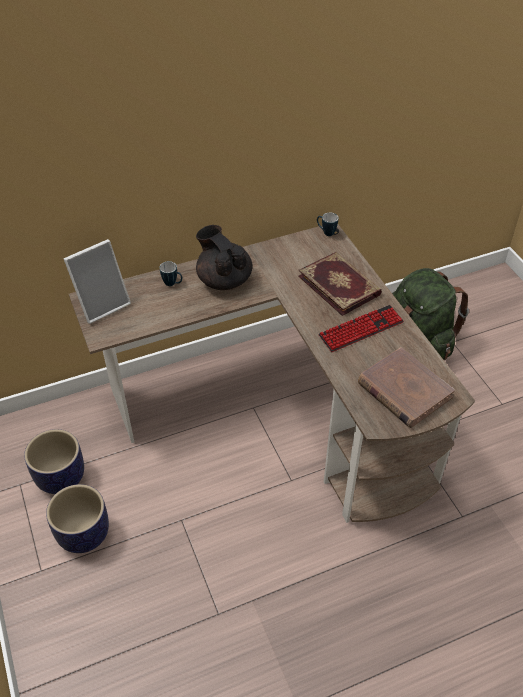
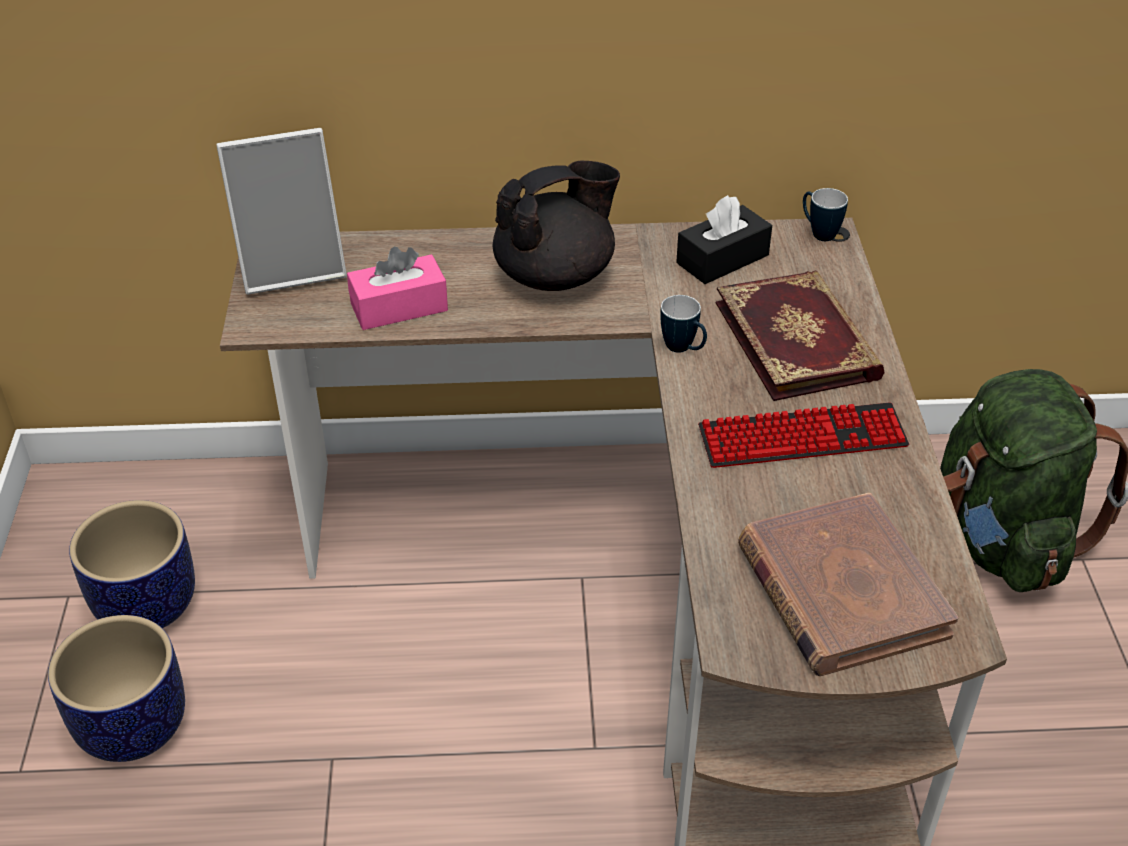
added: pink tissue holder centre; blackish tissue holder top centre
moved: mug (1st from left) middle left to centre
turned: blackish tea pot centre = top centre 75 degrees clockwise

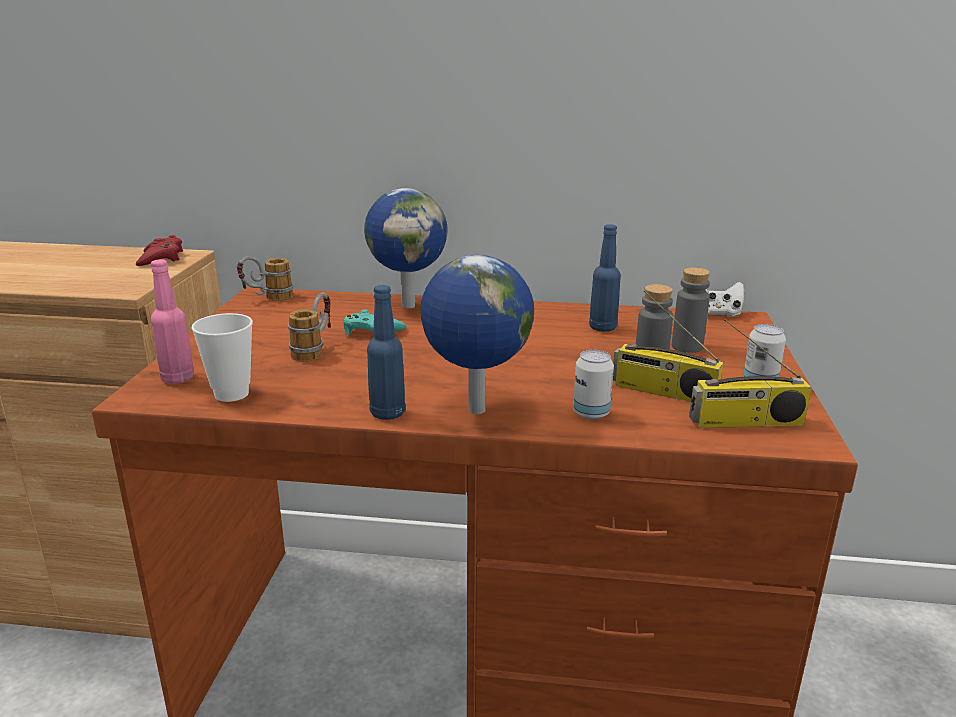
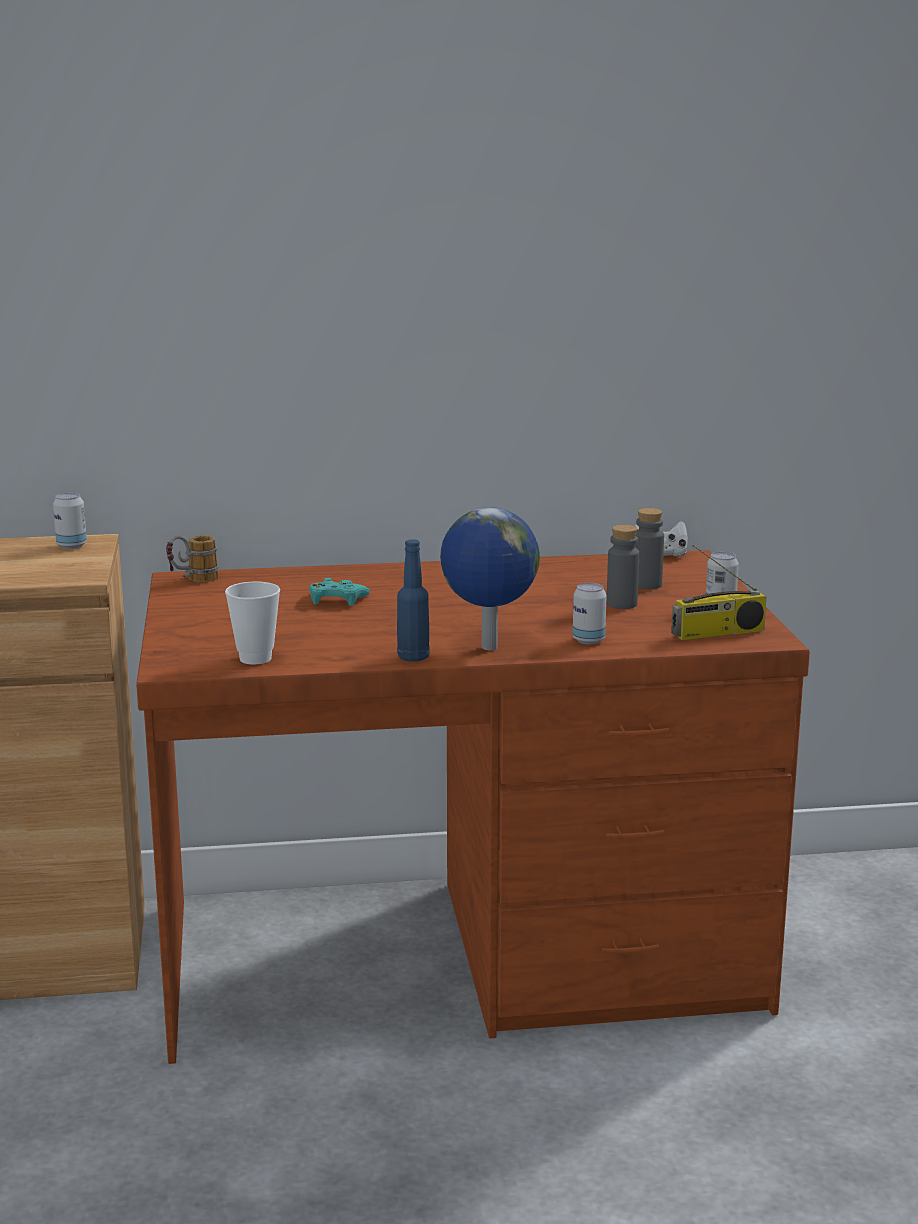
removed: pink drink bottle middle left; mug (2nd from left) middle left; desk globe (1st from left) centre; blue drink bottle (2nd from left) centre; radio (1st from left) middle right
replaced: red-coloured game controller middle left to metal can (1st from left) middle left

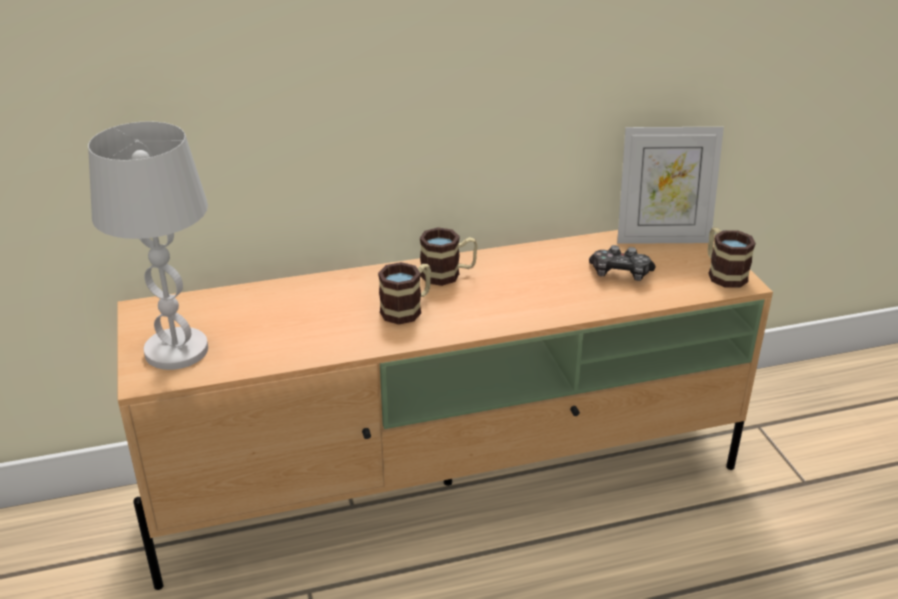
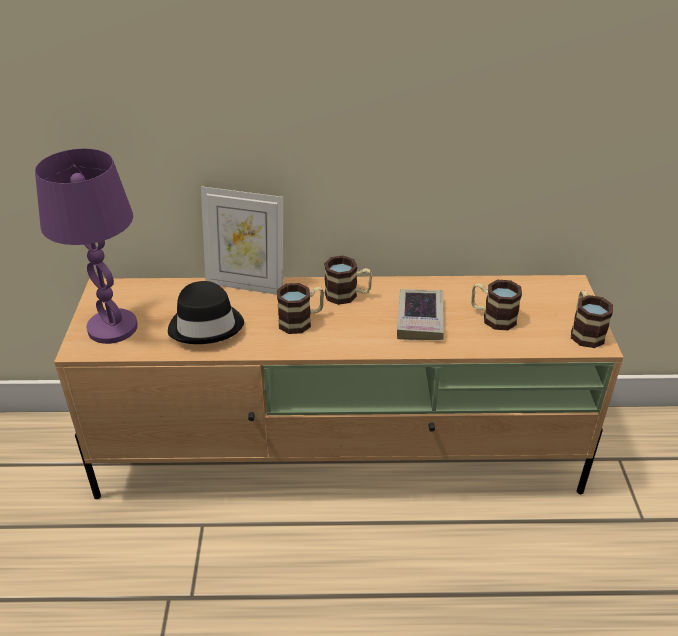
added: blackish wearable hat middle left; book centre
moved: photo frame top right to centre
replaced: game controller middle right to mug (3rd from left) middle right
recoloured: whitish table lamp middle left to purple table lamp middle left

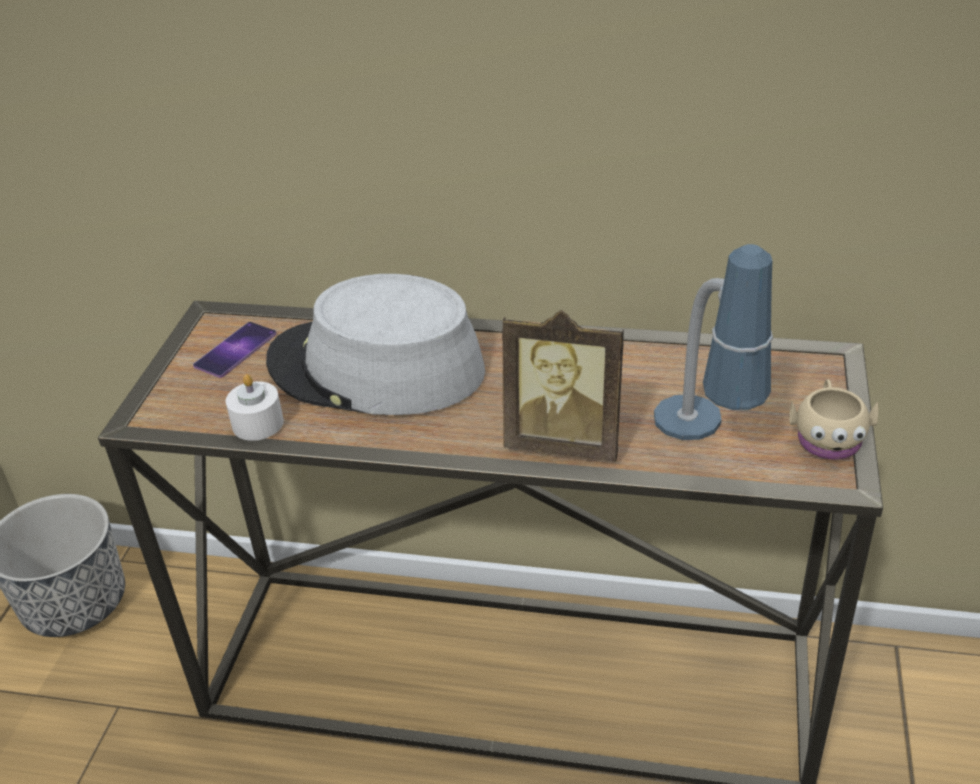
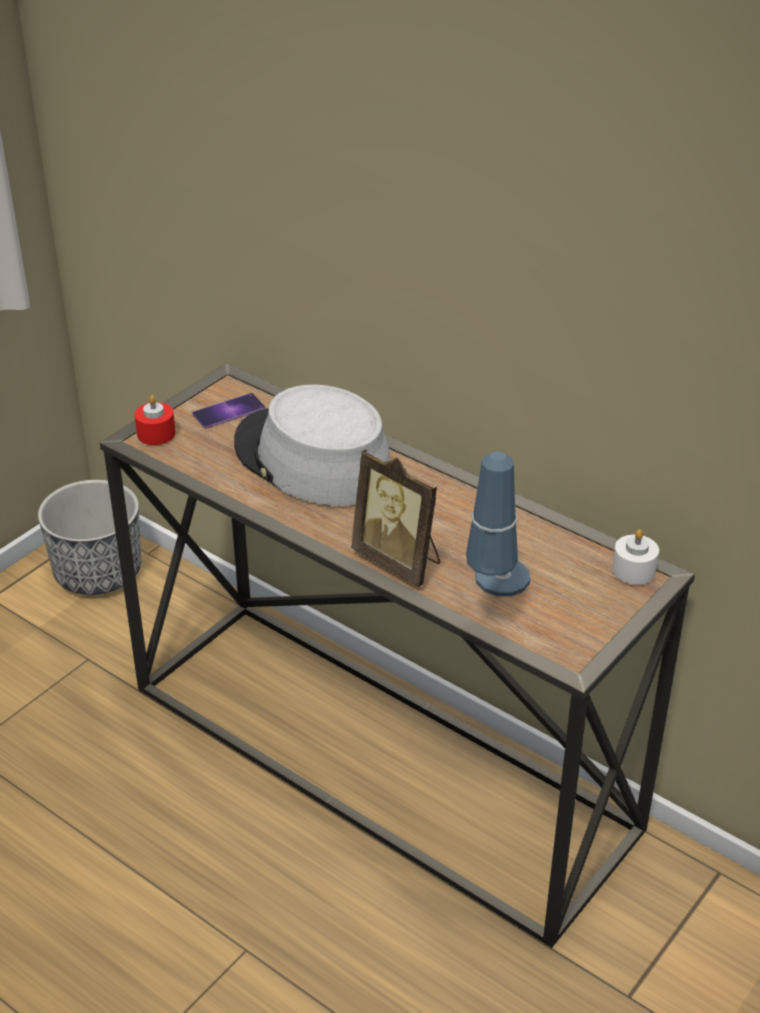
removed: beige-coloured mug middle right
added: red-coloured candle middle left
moved: whitish candle middle left to middle right

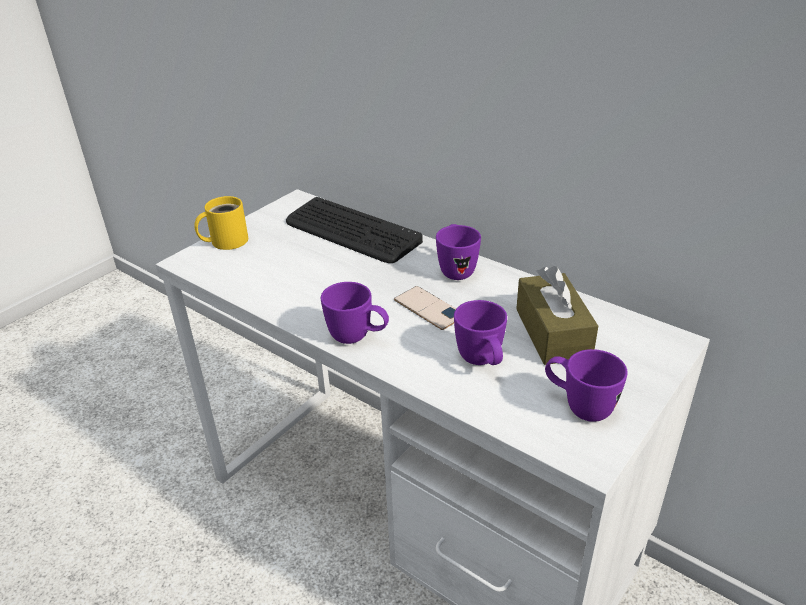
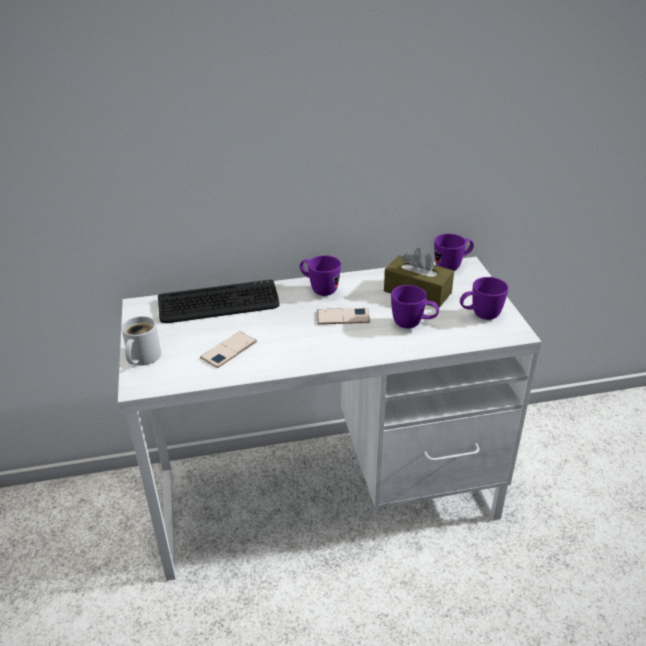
added: phone (1st from left) centre
moved: purple mug (1st from left in the first image) centre to purple mug (3rd from left) middle right
recoloured: yellowish mug middle left to whitish mug middle left

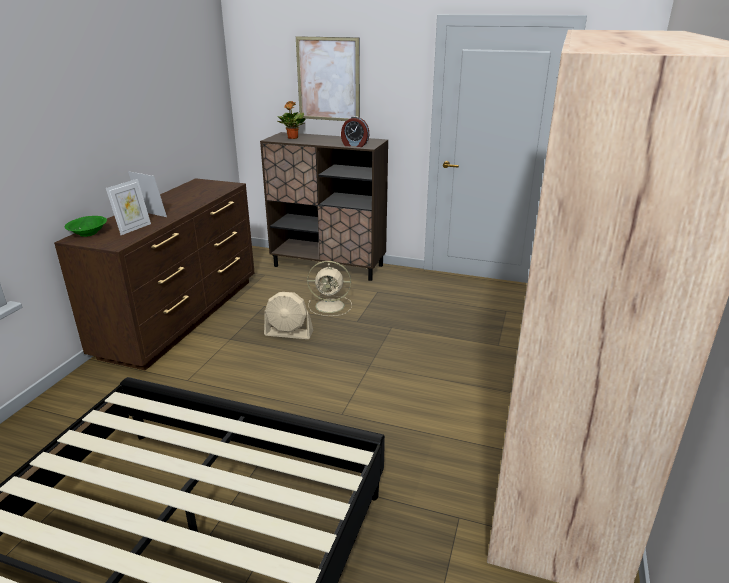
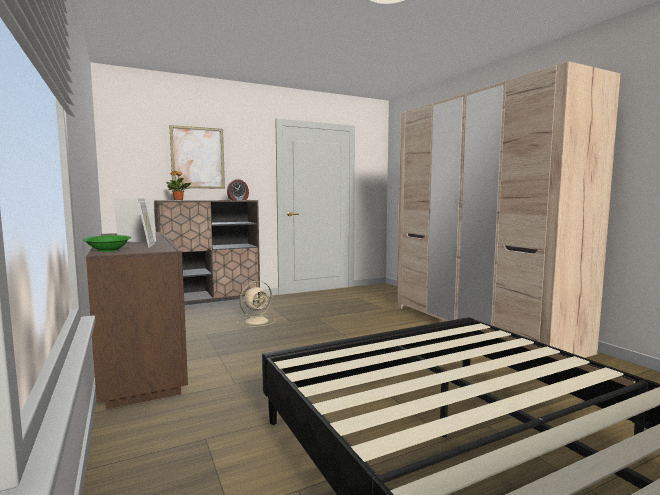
removed: beige-coloured fan (1st from left) centre

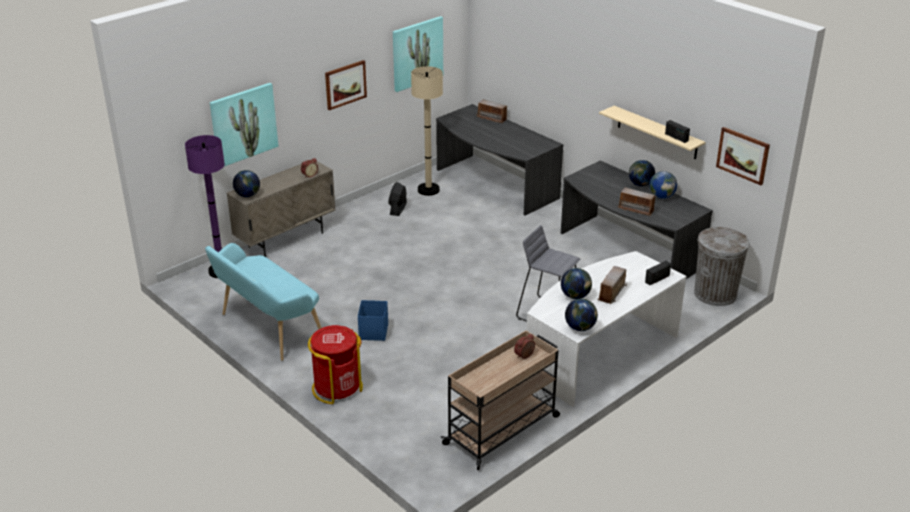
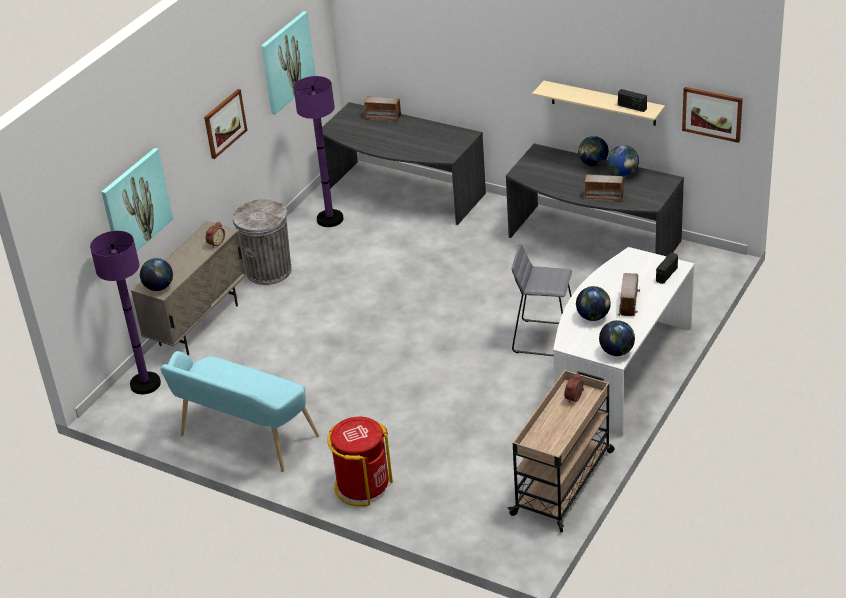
removed: blue storage container centre; blackish fan centre
moved: grey rubbish bin middle right to middle left
recoloured: beige-coloured standing lamp top centre to purple standing lamp (2nd from left) top centre

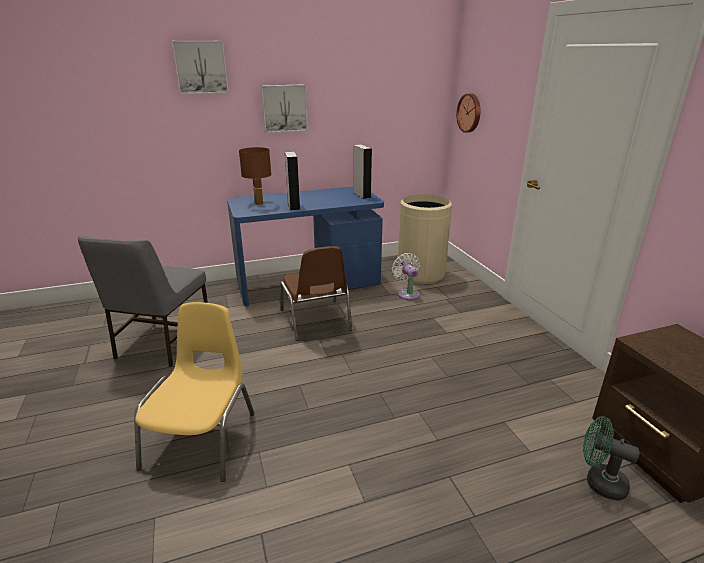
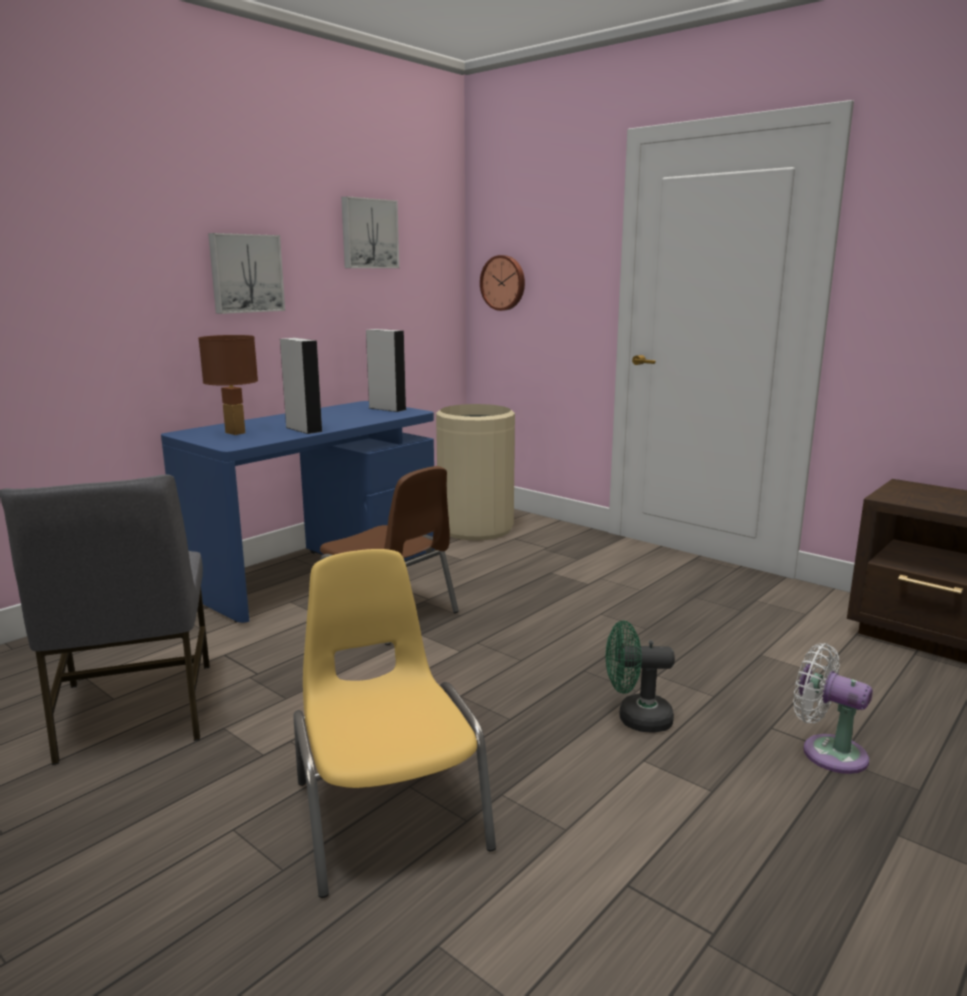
moved: wall art (1st from left in the first image) top left to wall art (2nd from left) top centre; whitish fan centre to bottom right; green-coloured fan bottom right to bottom centre

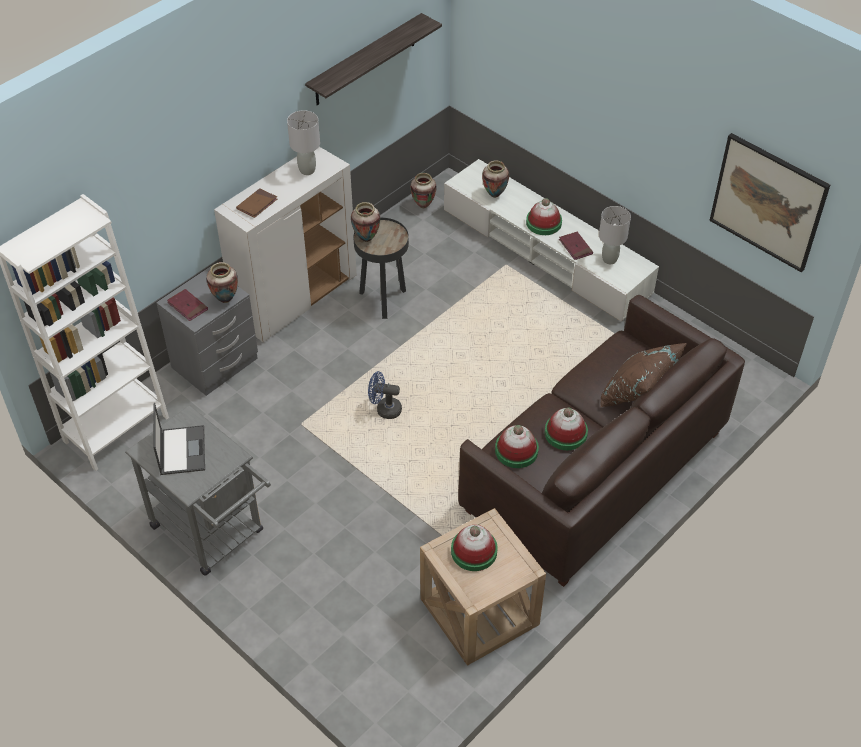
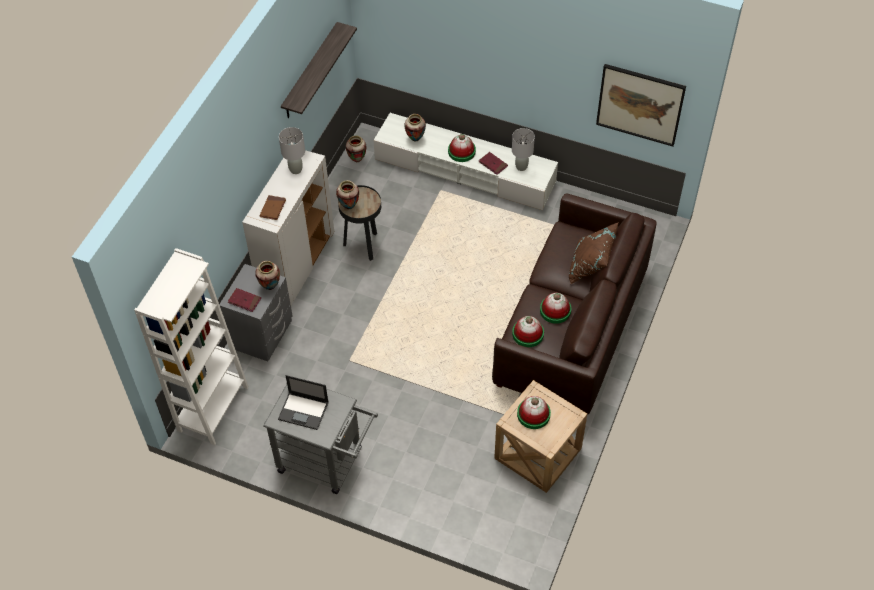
removed: blue fan centre
turned: portable computer middle left = bottom centre 135 degrees clockwise

